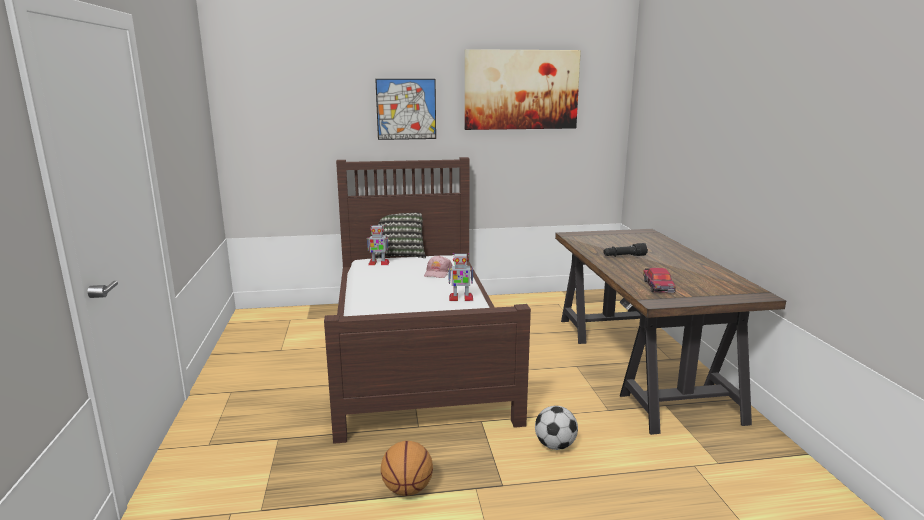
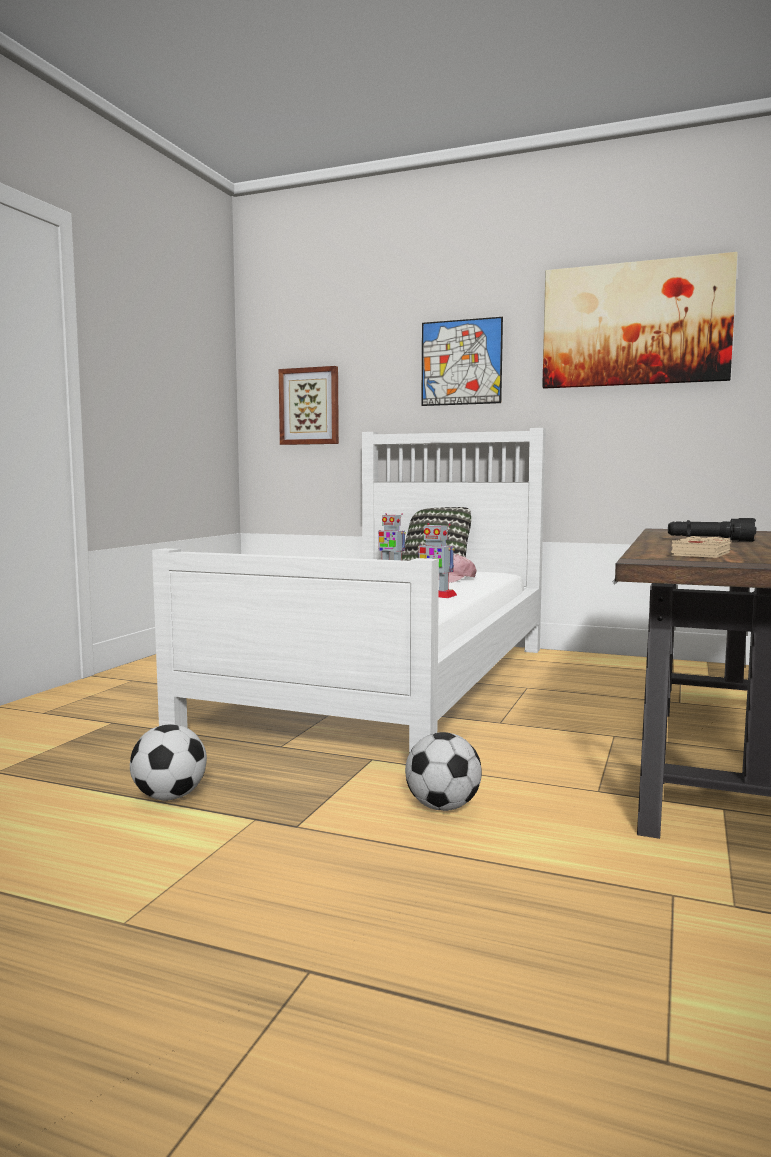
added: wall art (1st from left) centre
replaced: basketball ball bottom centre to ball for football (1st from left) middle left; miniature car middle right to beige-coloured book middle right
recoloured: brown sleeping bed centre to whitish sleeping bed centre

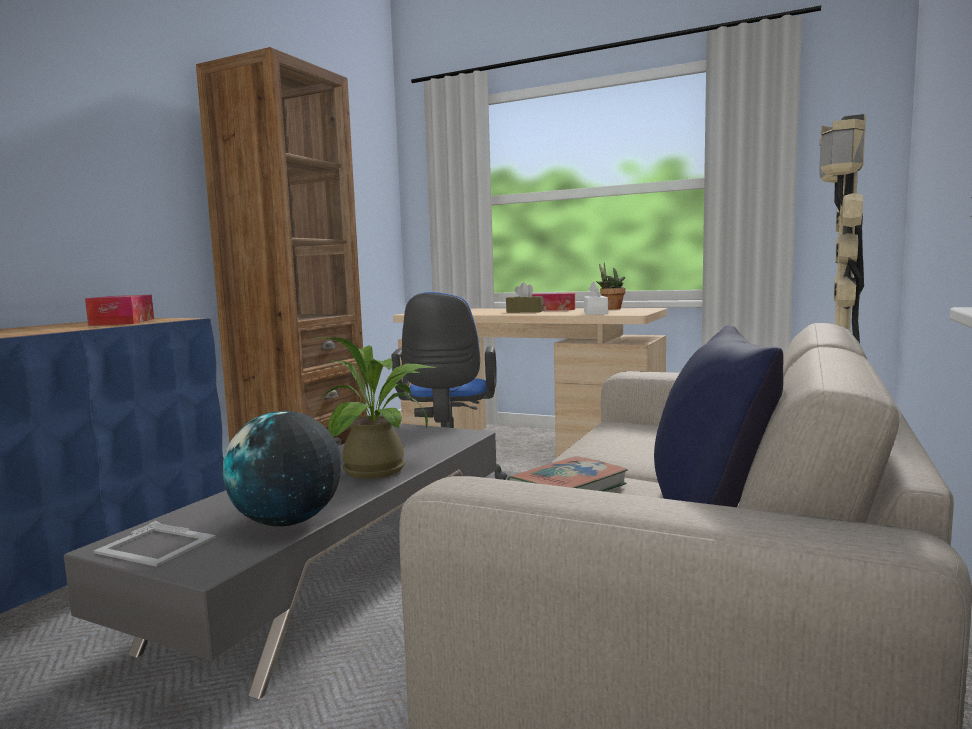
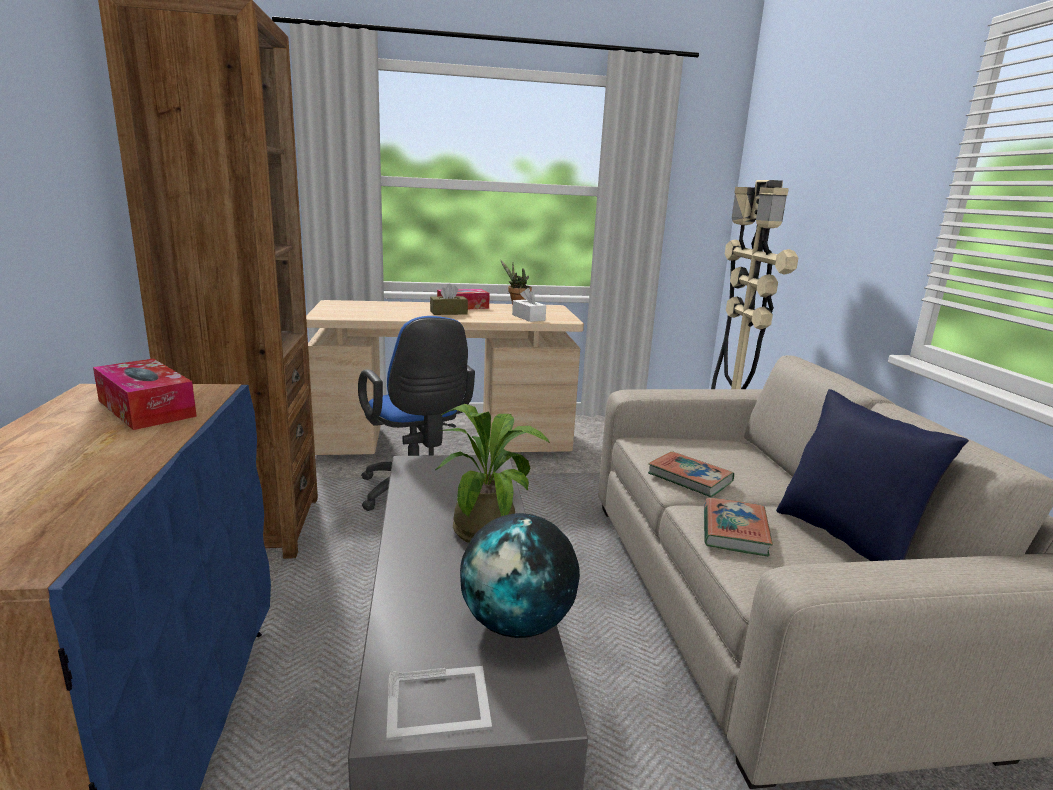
added: book (1st from left) centre

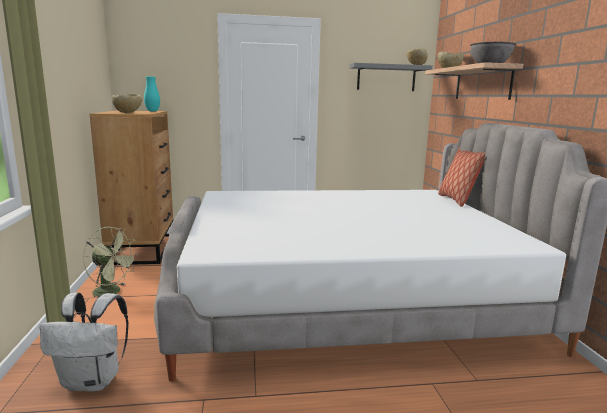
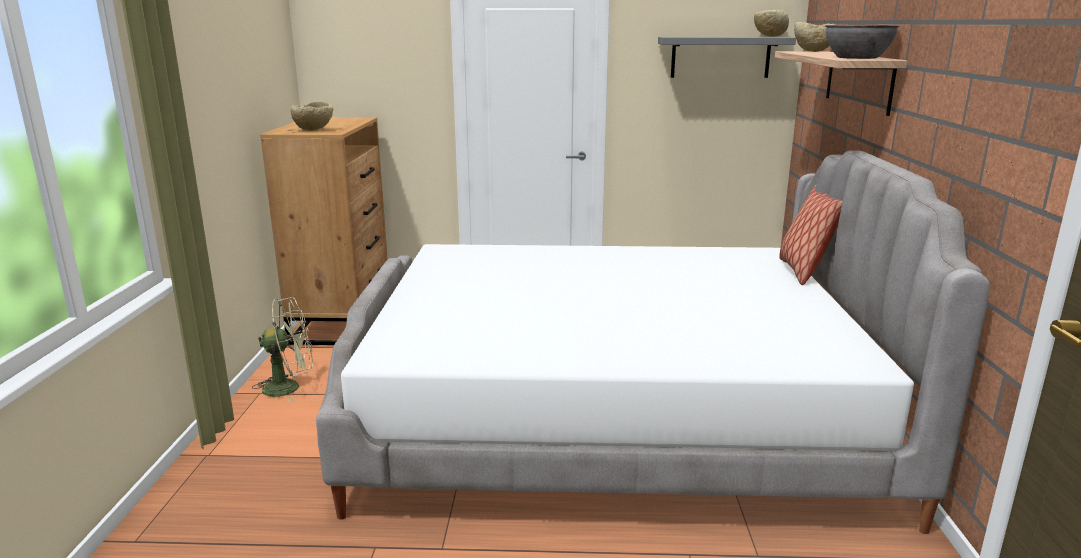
removed: whitish backpack bottom left; turquoise decorative vase top left
turned: green-coloured fan middle left = middle left 45 degrees counterclockwise

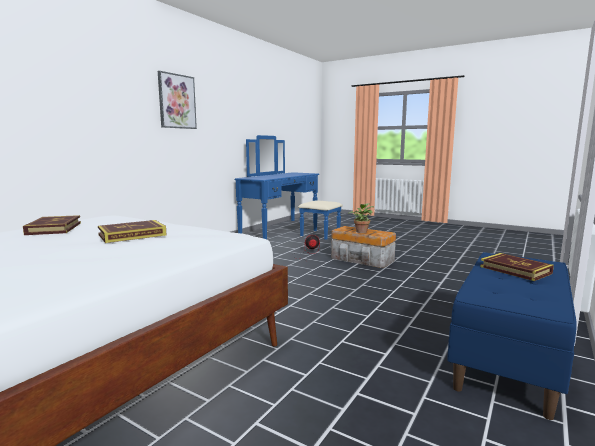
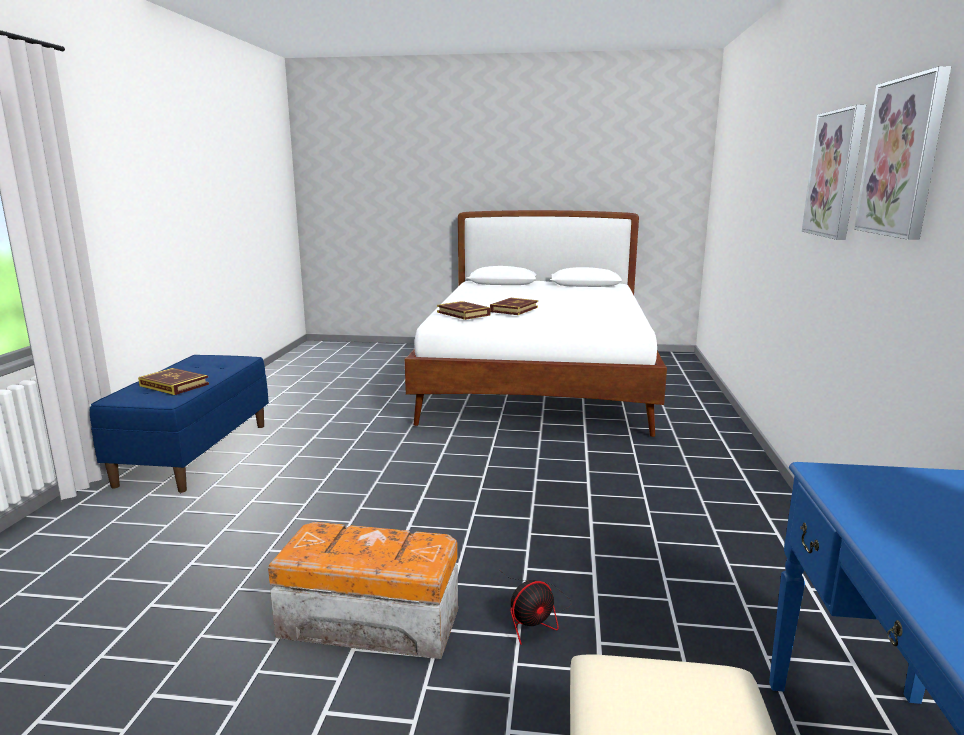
removed: plant in a pot centre
added: wall art (1st from left) top right
moved: book (1st from left in the first image) middle left to book (2nd from left) centre

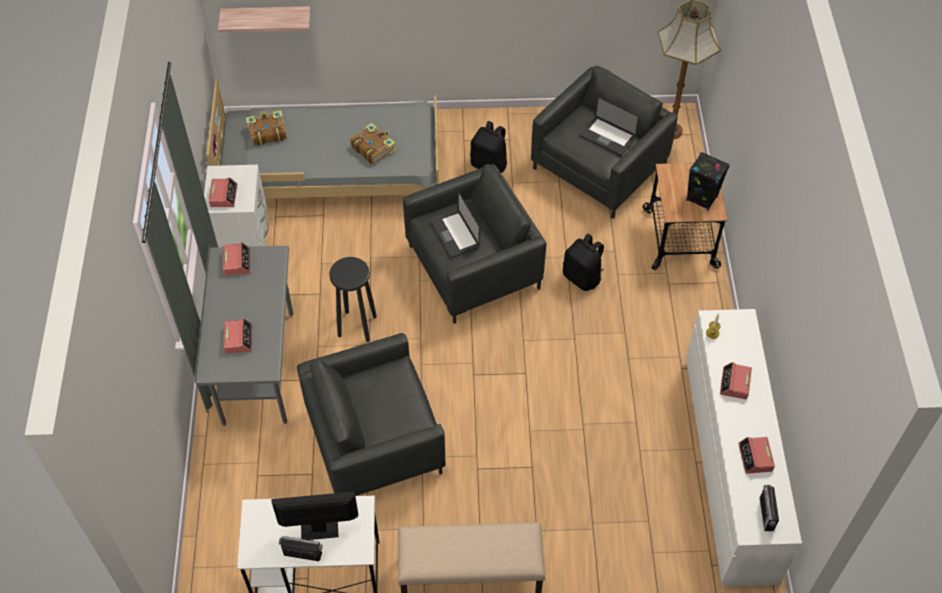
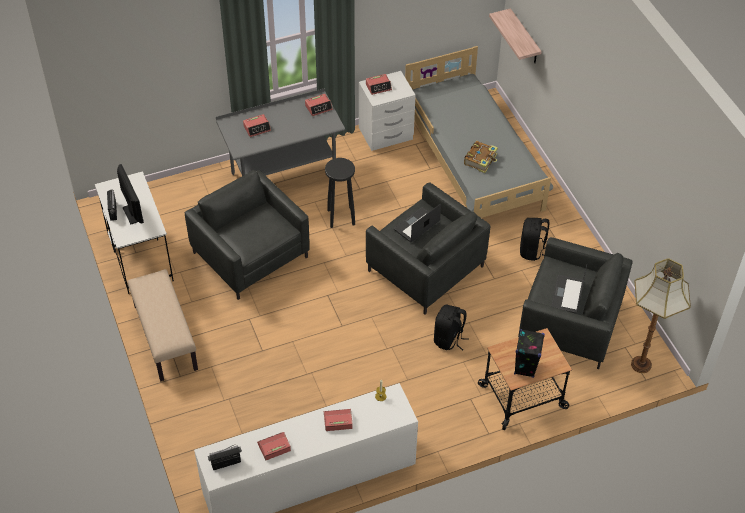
removed: book (1st from left) top left

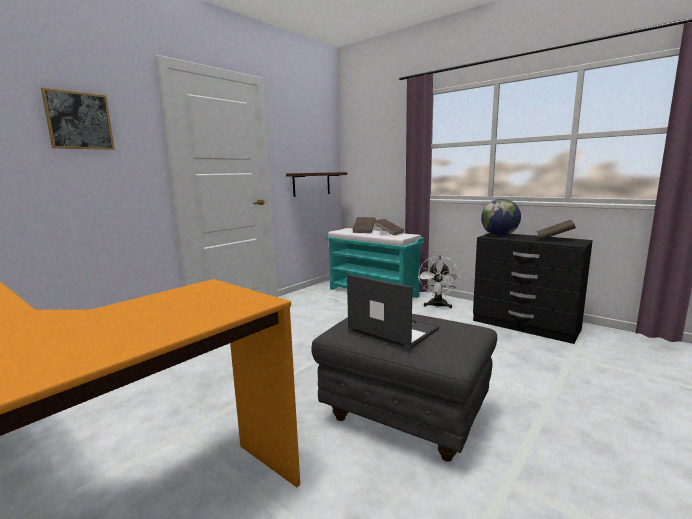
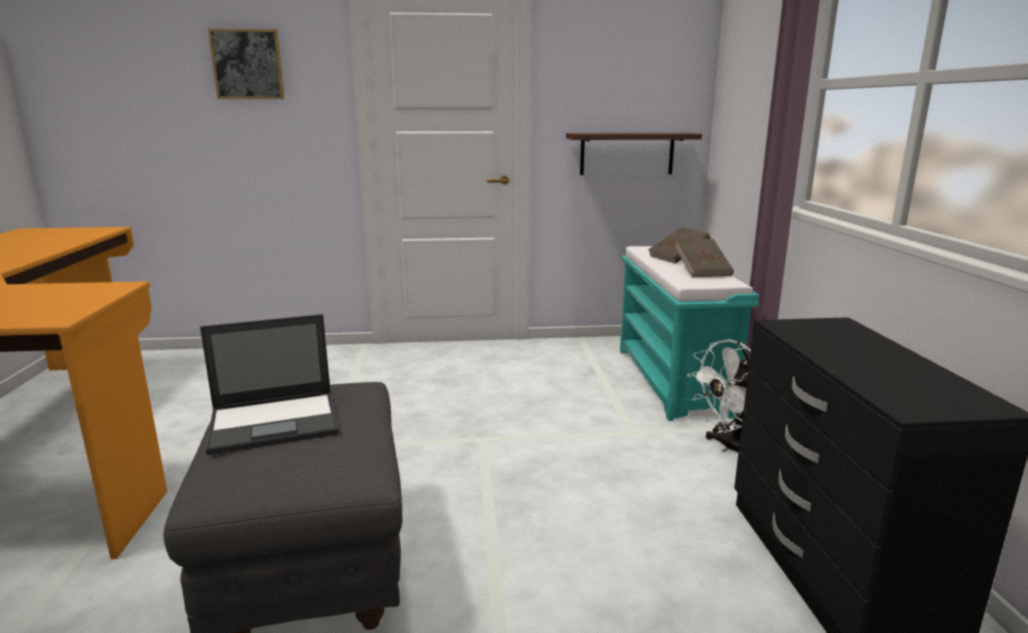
removed: desk globe middle right; brown book (3rd from left) middle right
turned: portable computer centre = middle left 75 degrees clockwise

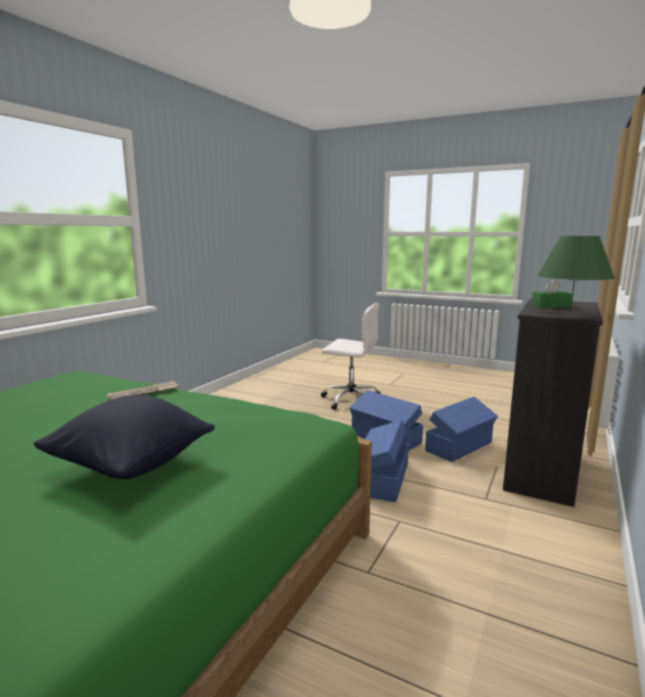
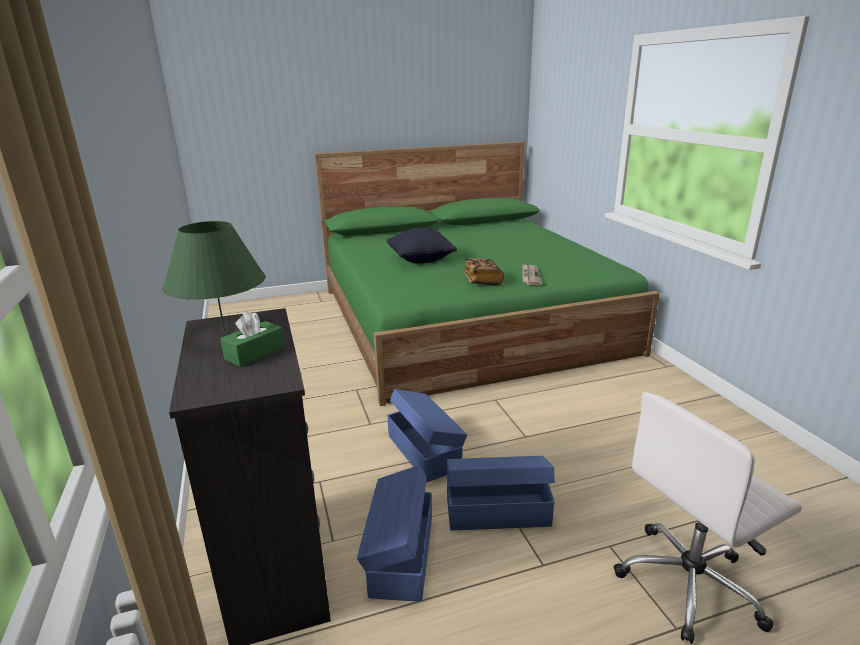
added: book centre

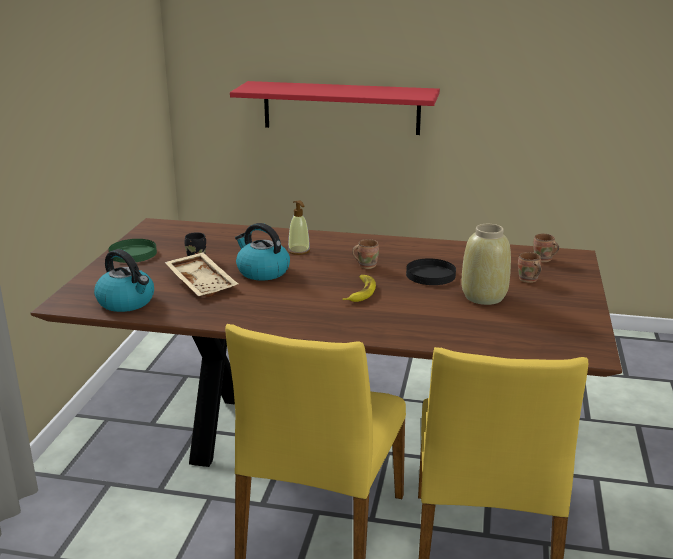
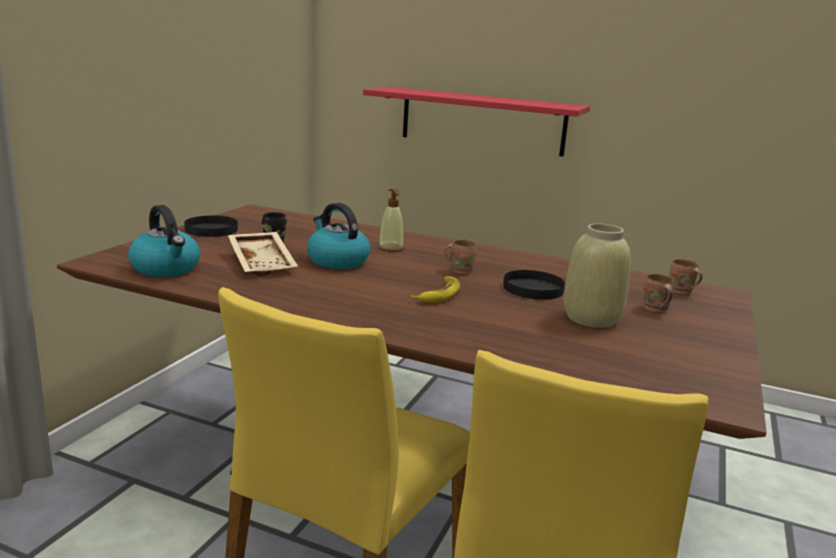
recoloured: green-coloured dinner plate middle left to blackish dinner plate (1st from left) middle left

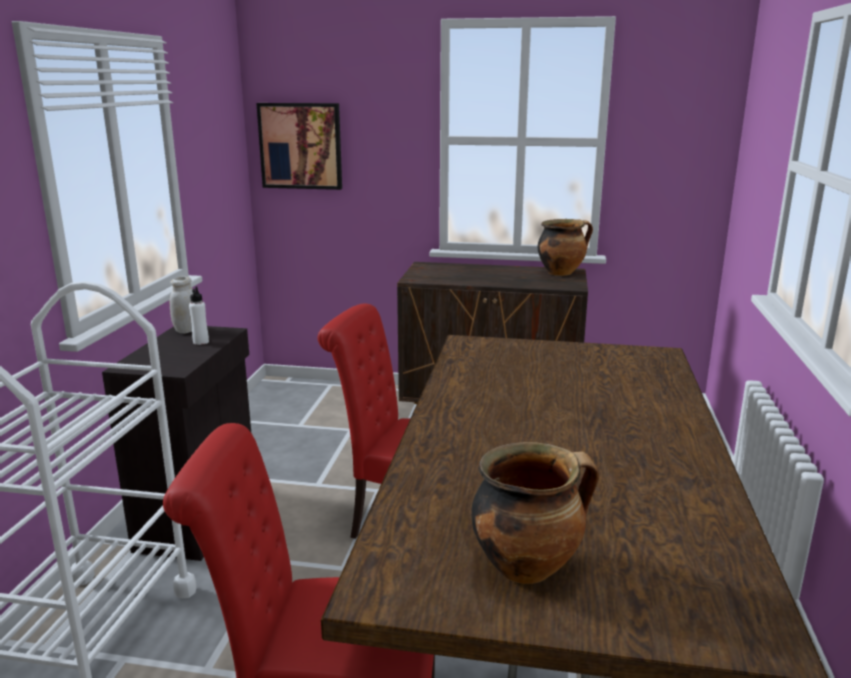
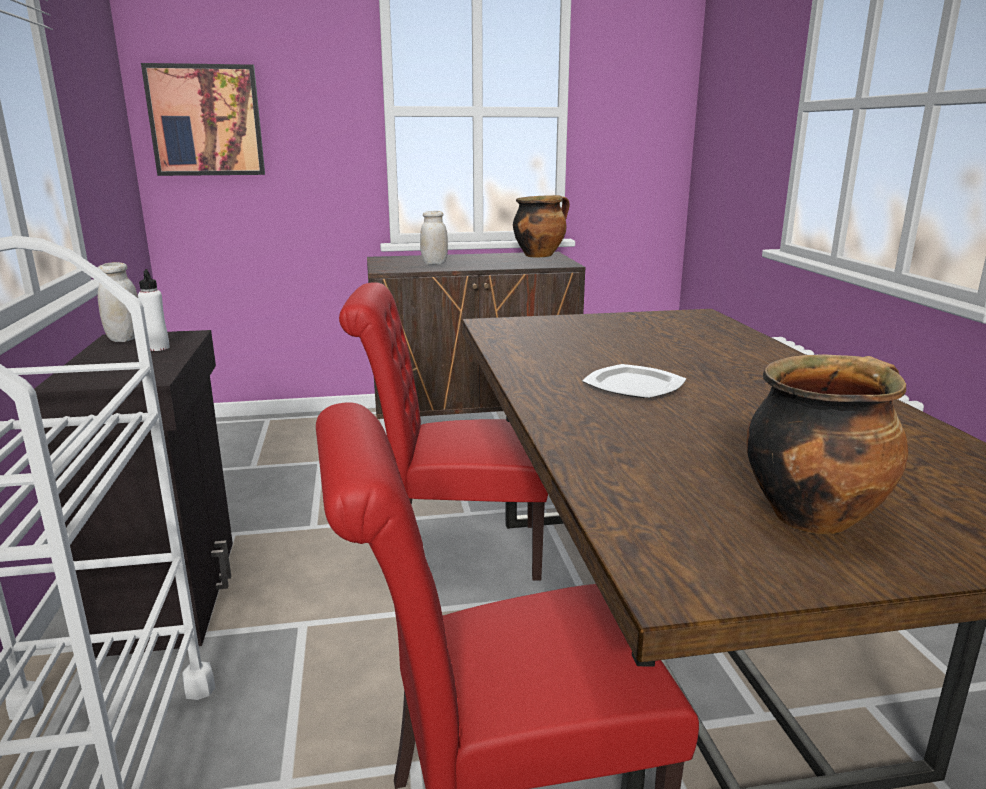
added: whitish preserve jar (2nd from left) top centre; dinner plate centre

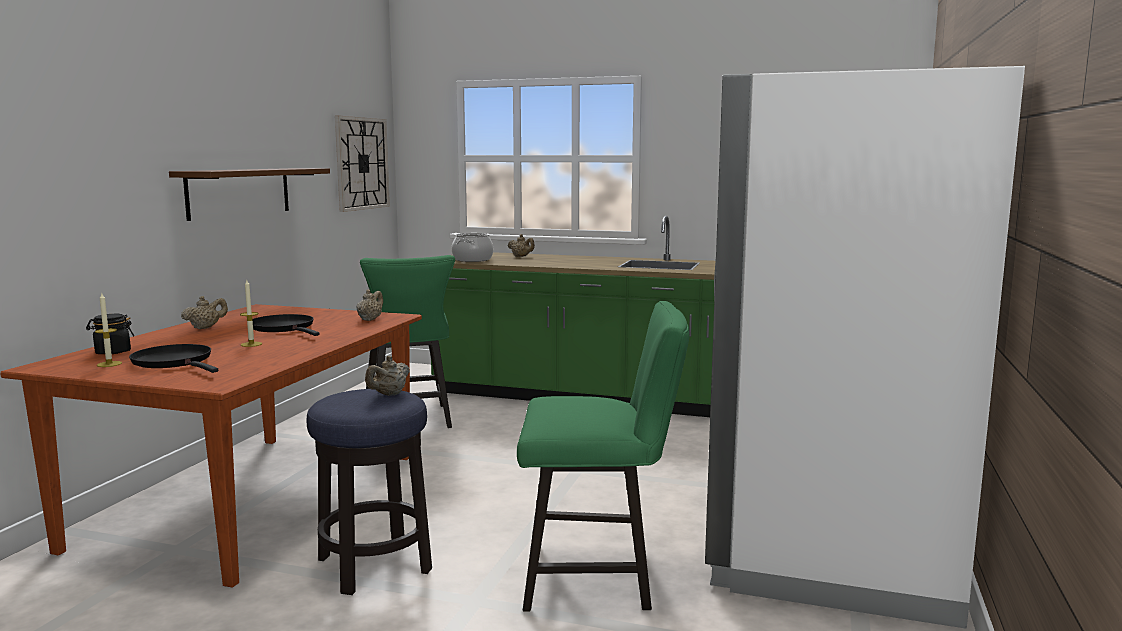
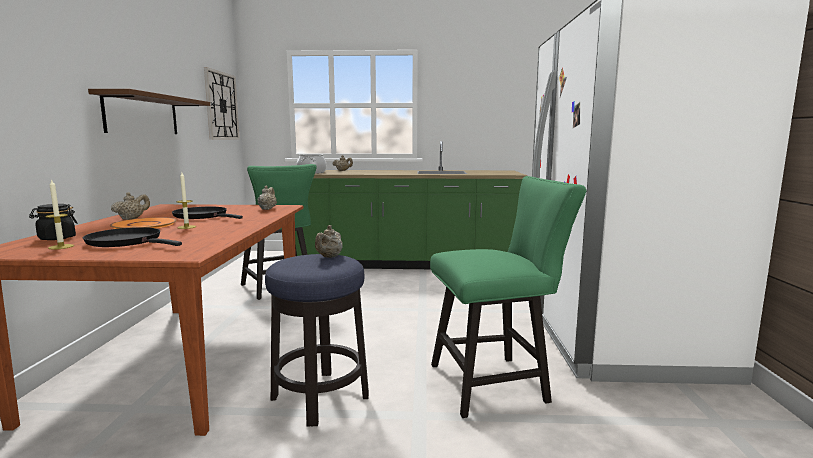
added: orange dinner plate middle left

